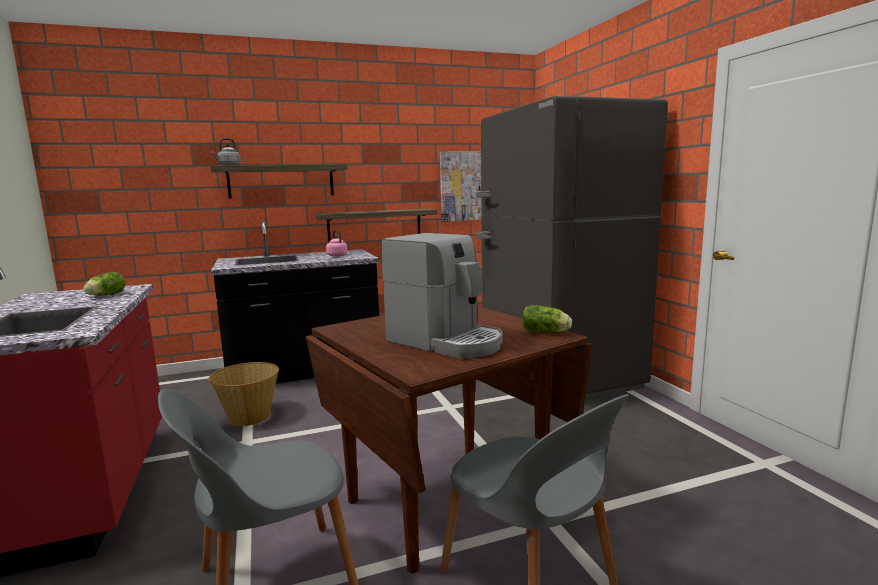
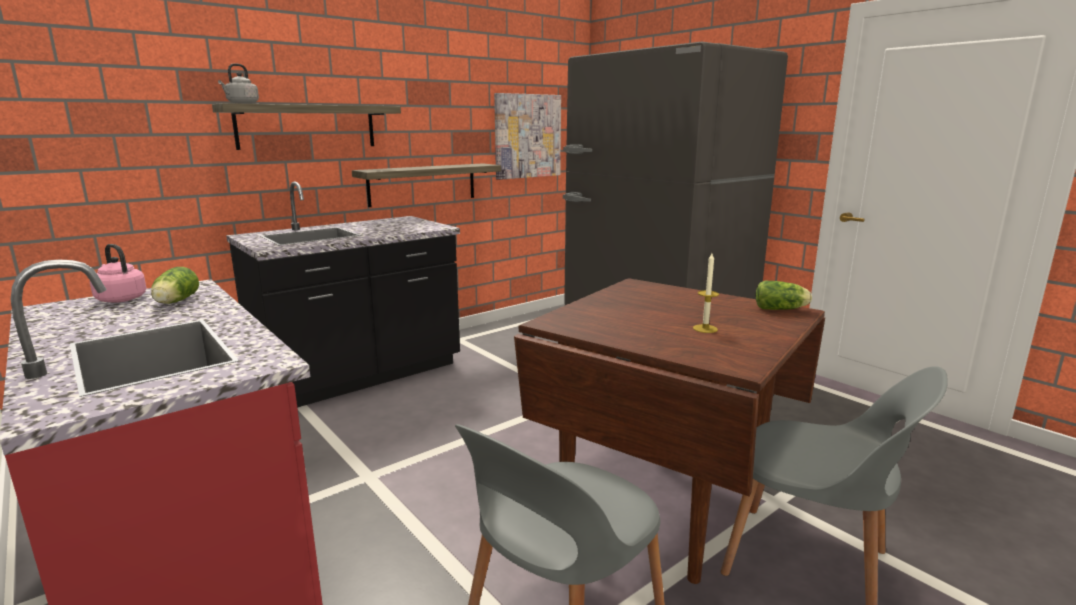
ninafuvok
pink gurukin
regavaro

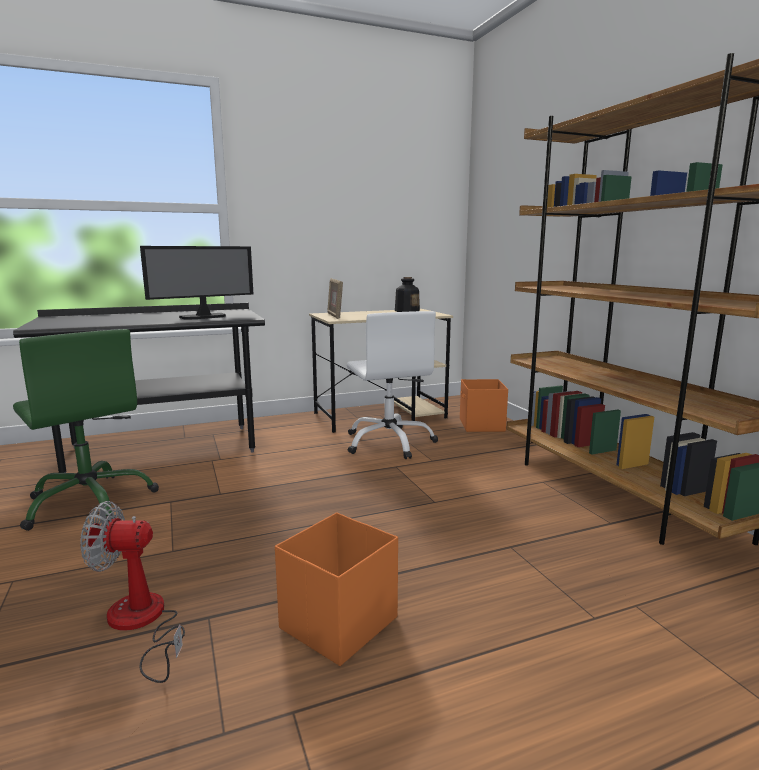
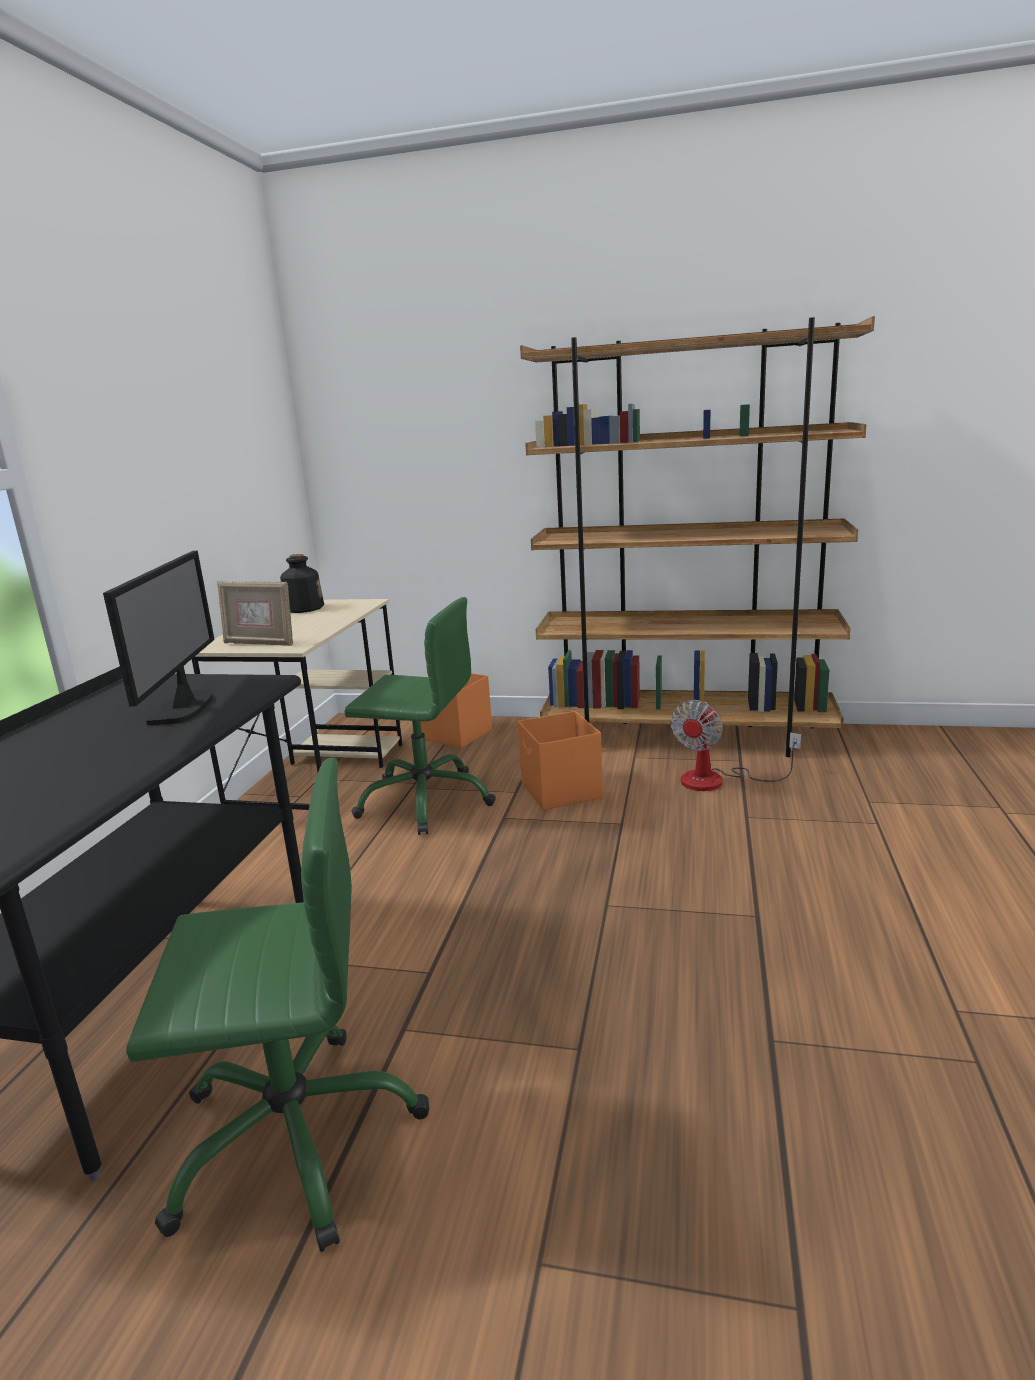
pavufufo
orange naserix (no. 2 from left)
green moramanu (no. 2 from left)

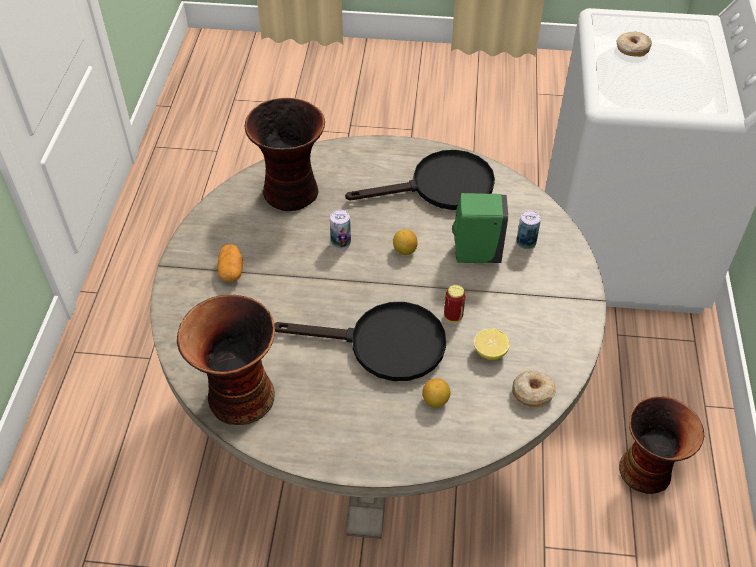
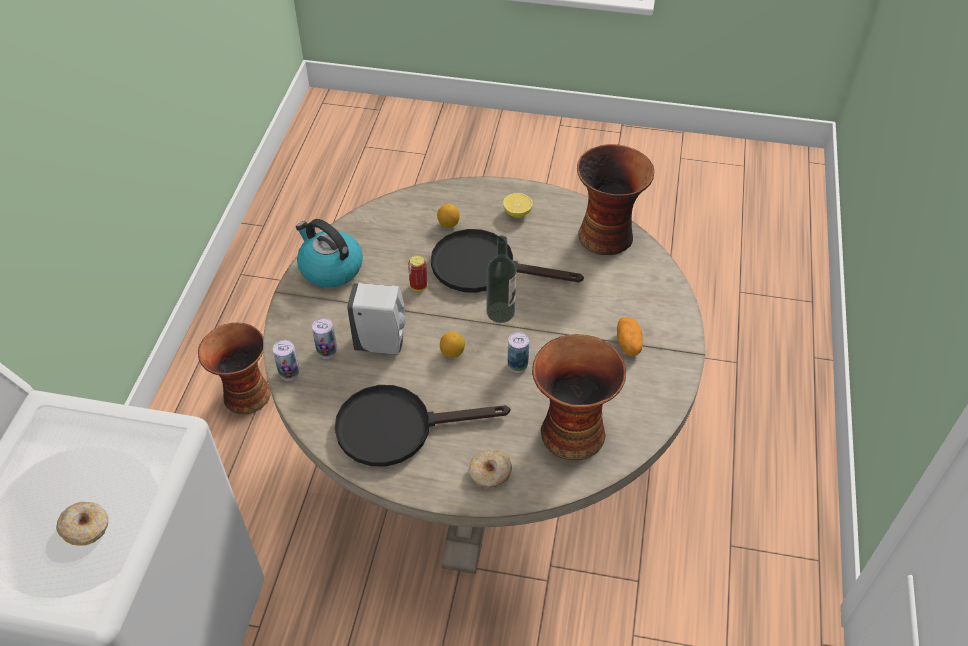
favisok (no. 1 from left)
gurukin
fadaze
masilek (no. 3 from left)
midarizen (no. 2 from left)
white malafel

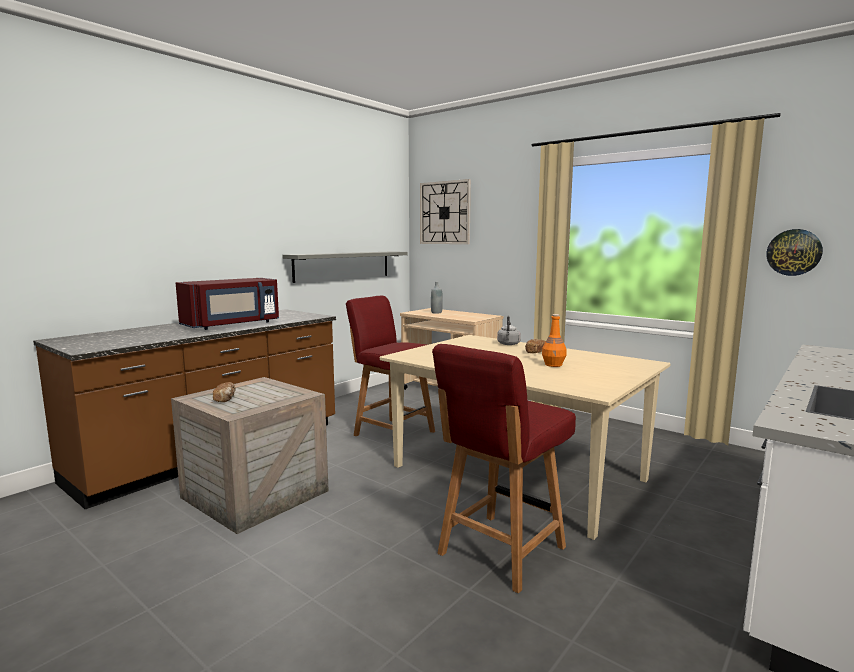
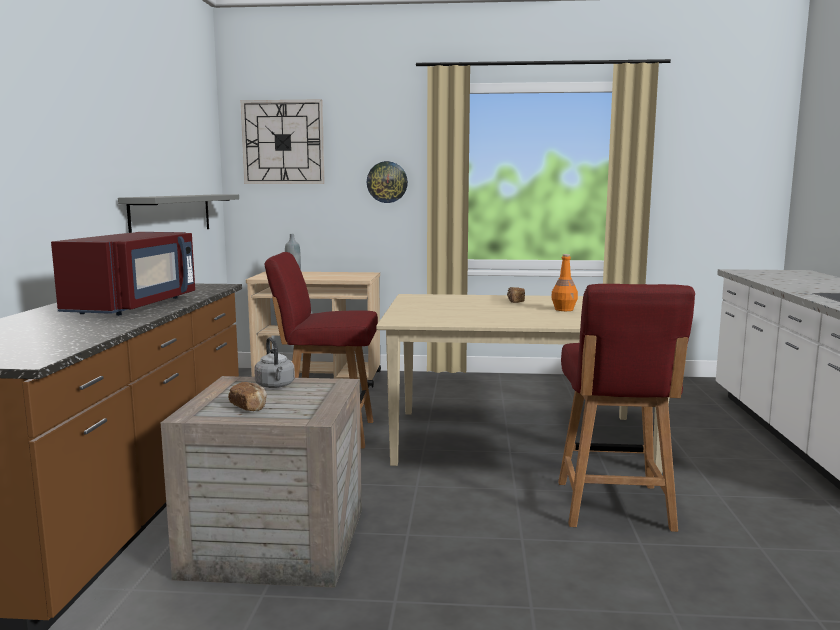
grey gurukin
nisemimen (no. 2 from left)

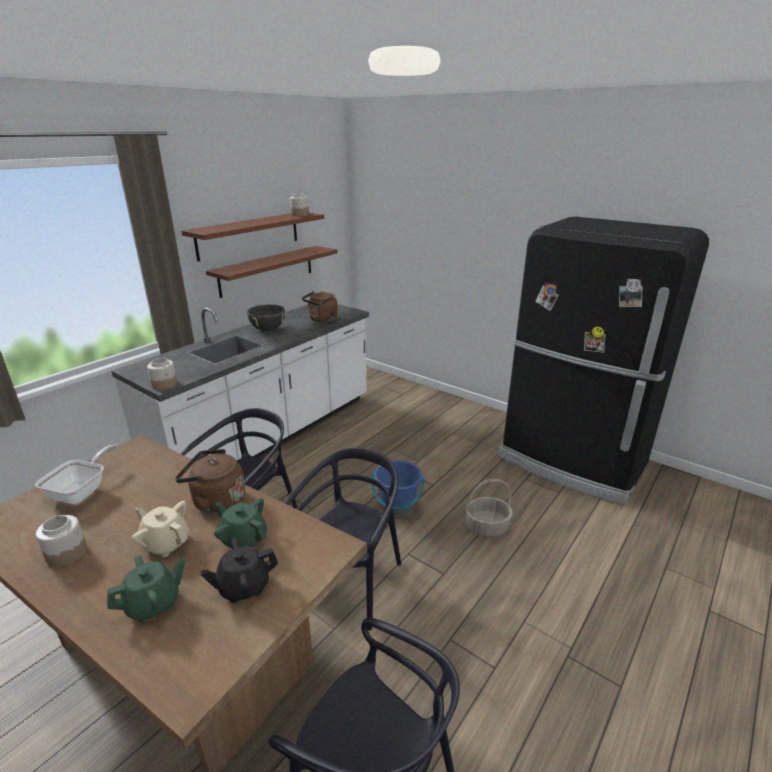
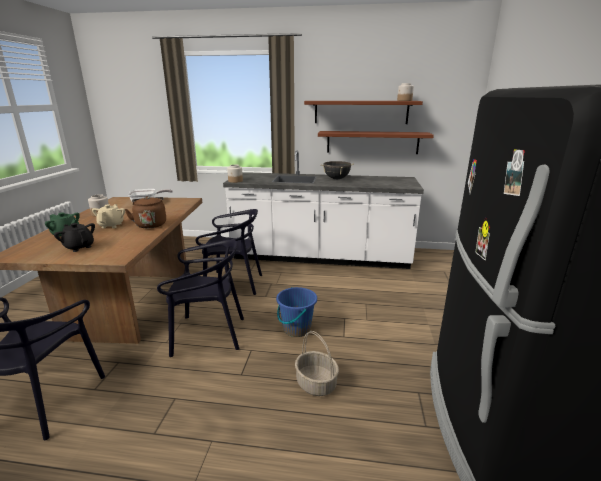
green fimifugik (no. 2 from left in the first image)
brown gurukin (no. 2 from left in the first image)

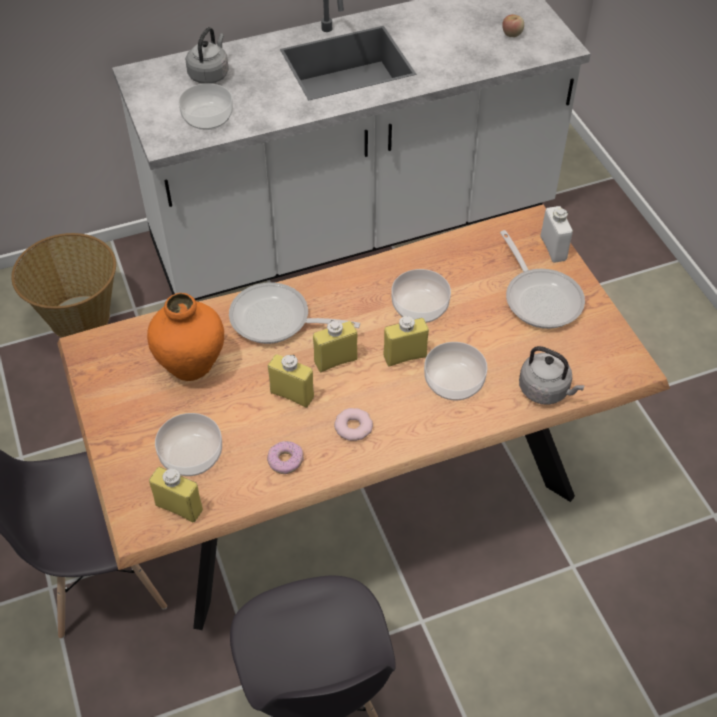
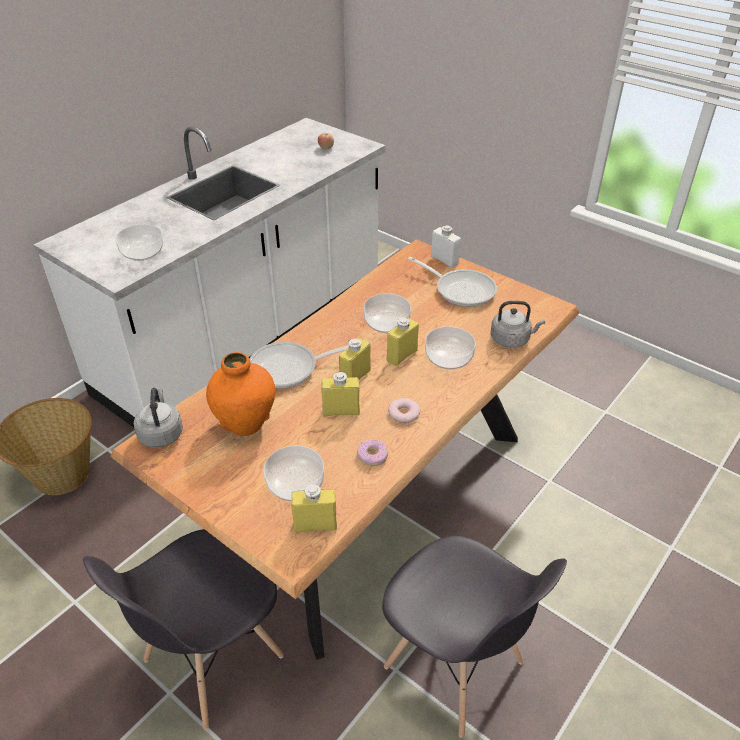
grey gurukin (no. 1 from left)

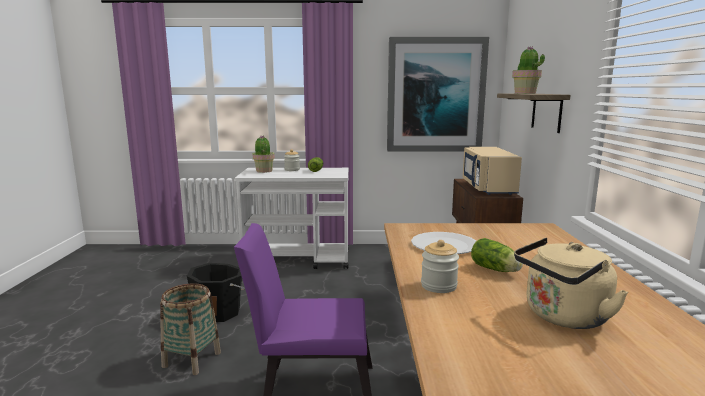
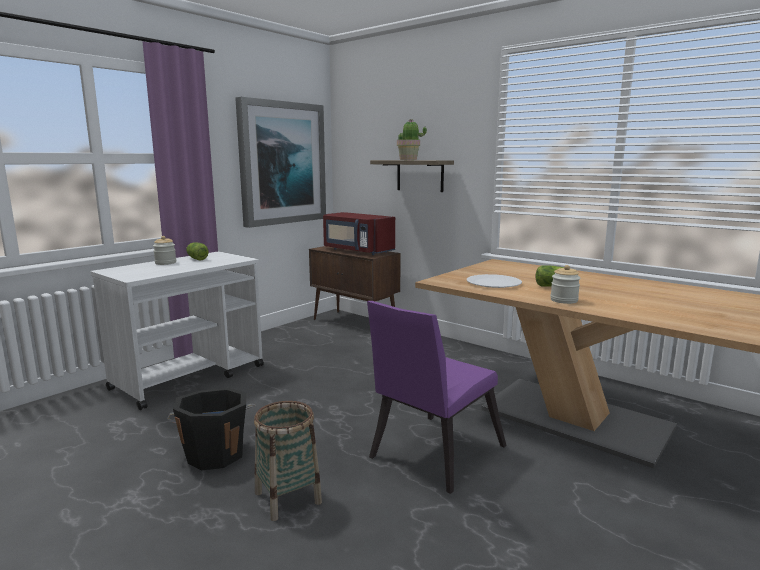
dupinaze (no. 1 from left in the first image)
beige gurukin
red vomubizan

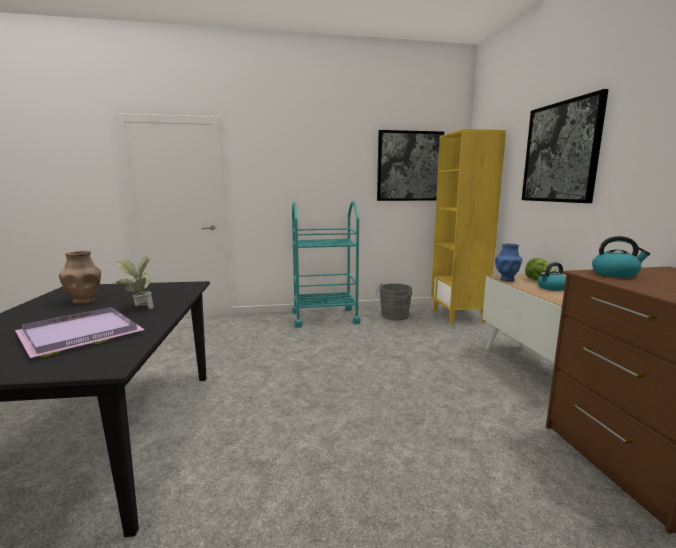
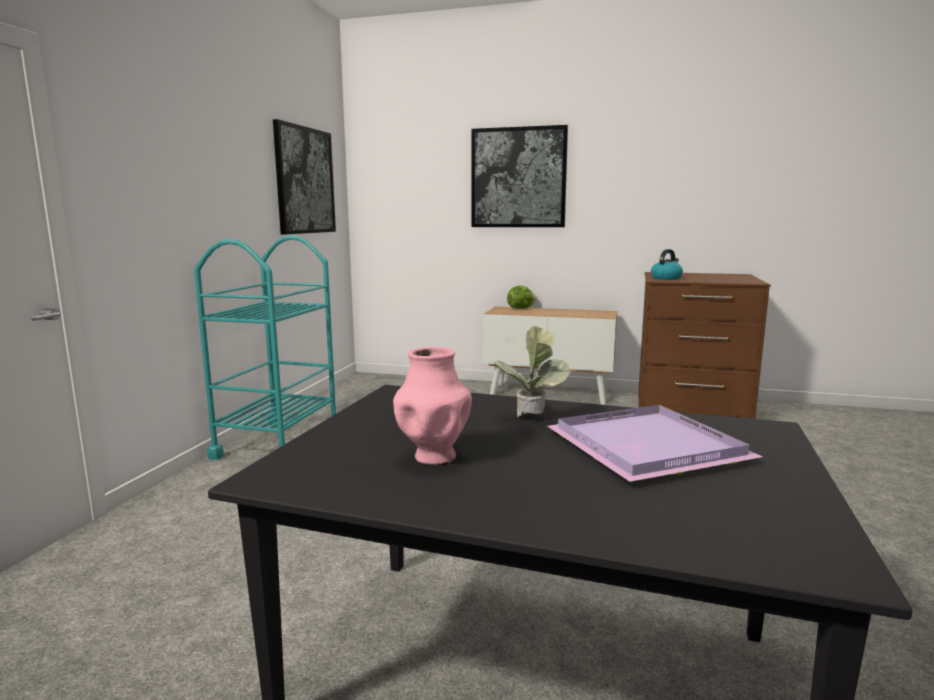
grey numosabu
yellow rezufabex
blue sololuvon
gurukin (no. 1 from left in the first image)
pink sololuvon

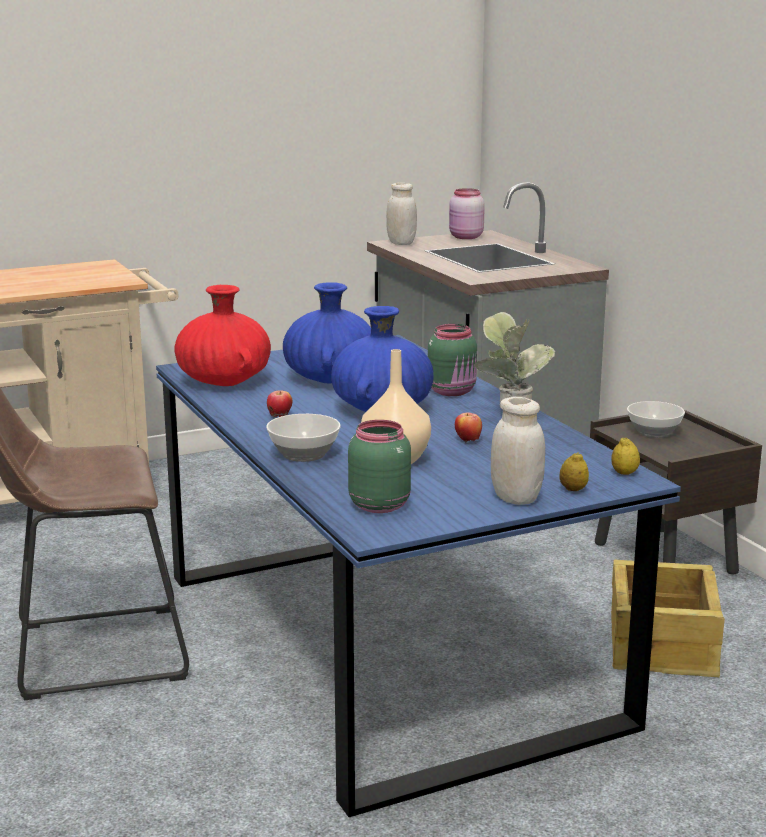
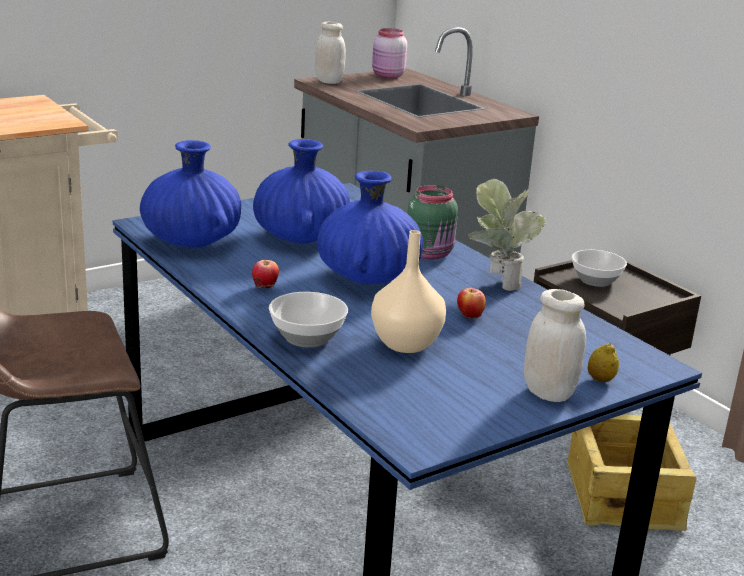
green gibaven (no. 1 from left in the first image)
masilek (no. 2 from left in the first image)
blue sololuvon (no. 1 from left)

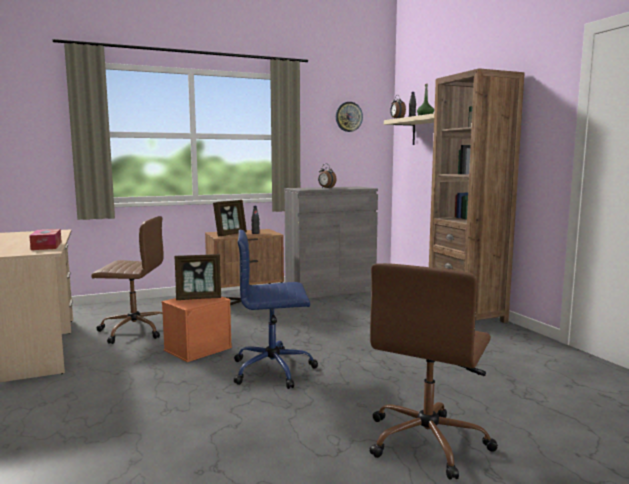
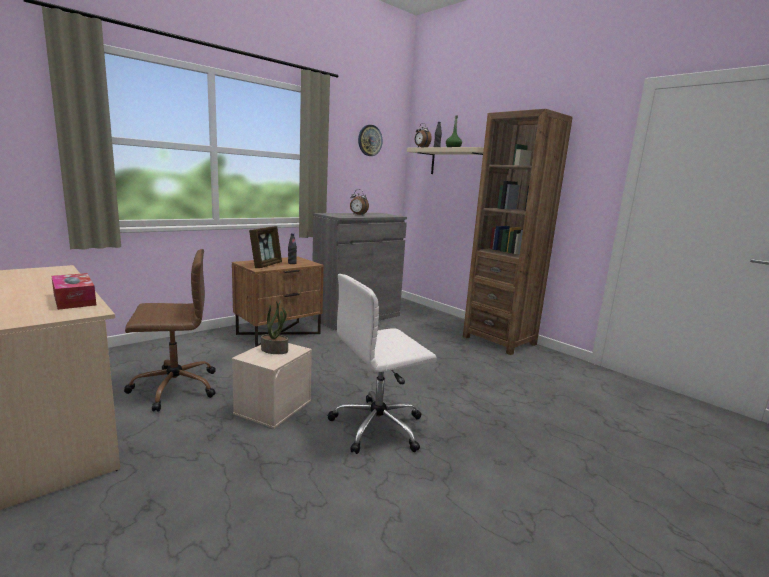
brown moramanu (no. 2 from left in the first image)
dupinaze
beige naserix
white moramanu

